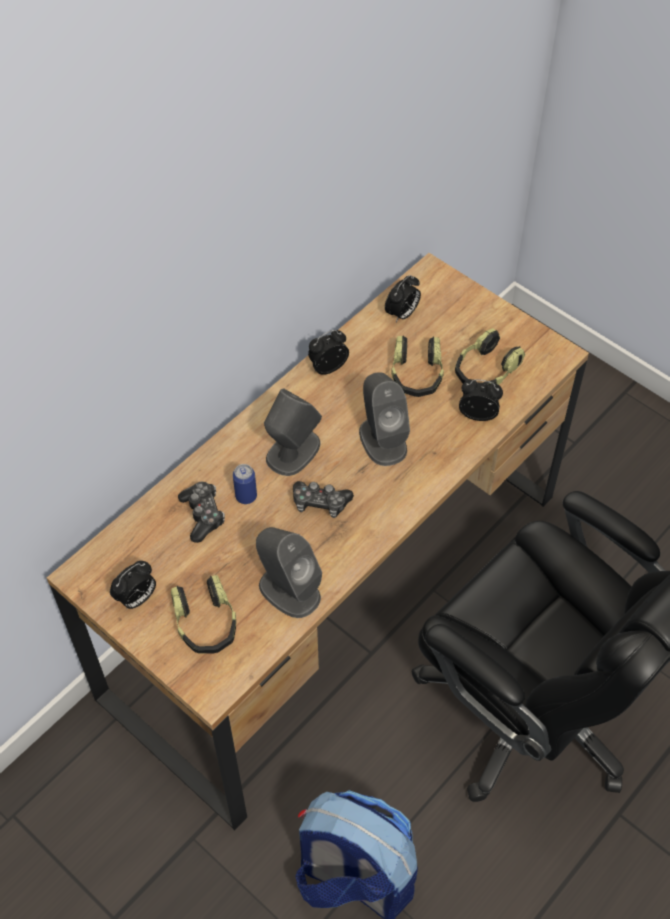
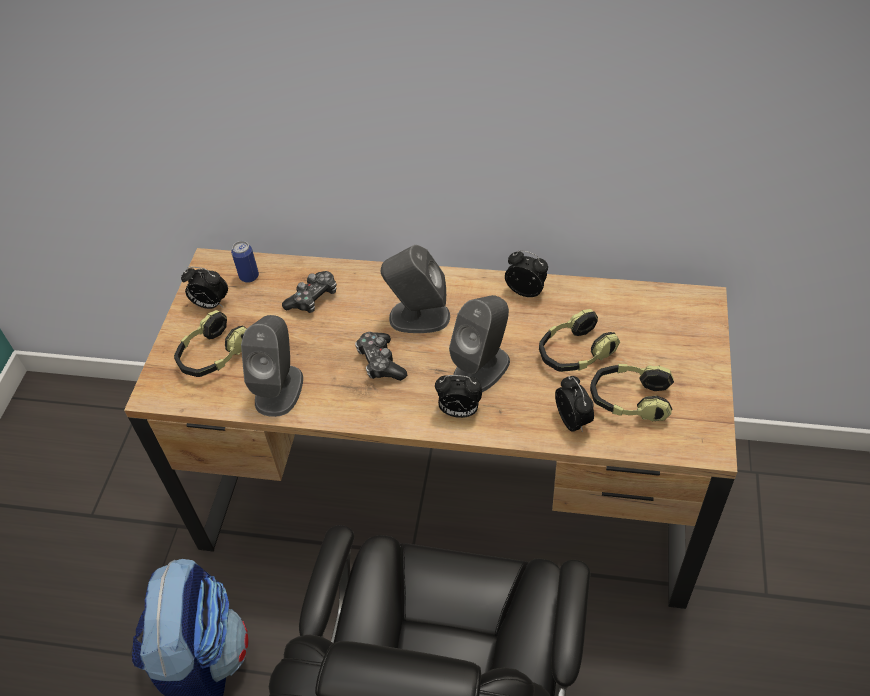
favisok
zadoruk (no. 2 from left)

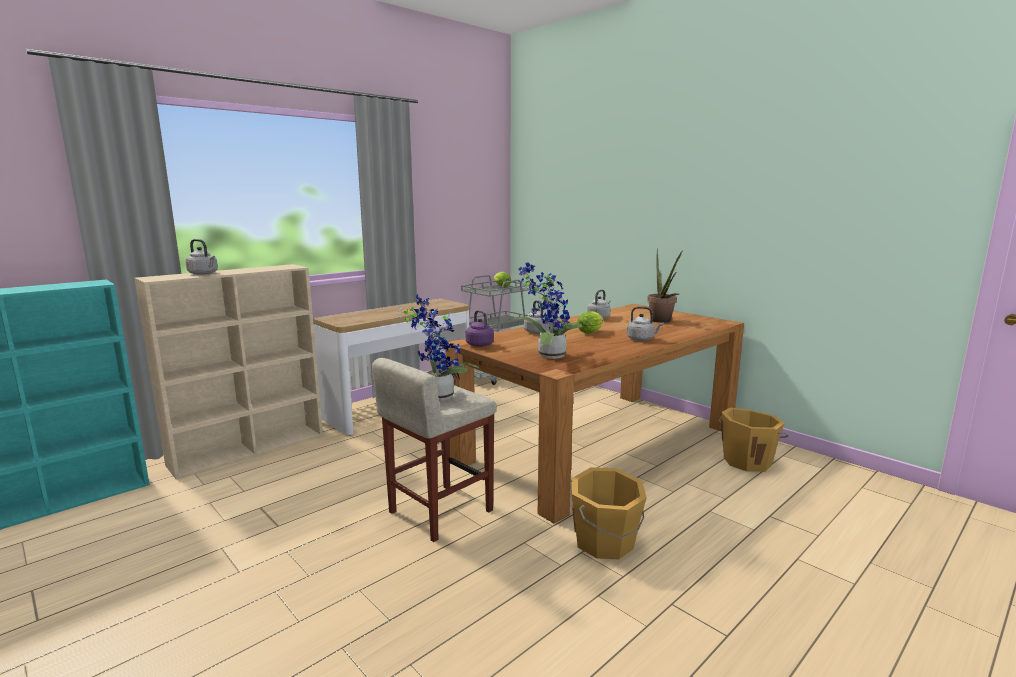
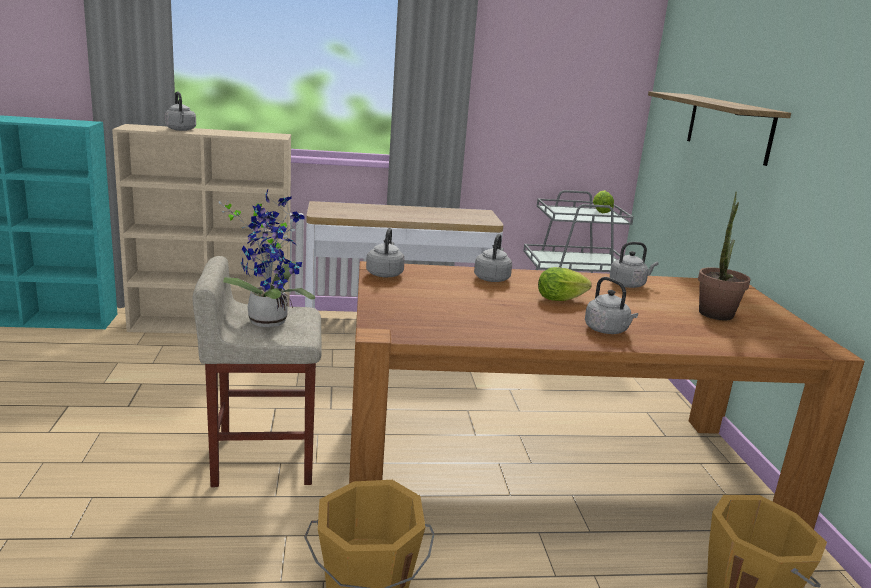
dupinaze (no. 2 from left in the first image)
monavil
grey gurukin (no. 2 from left)

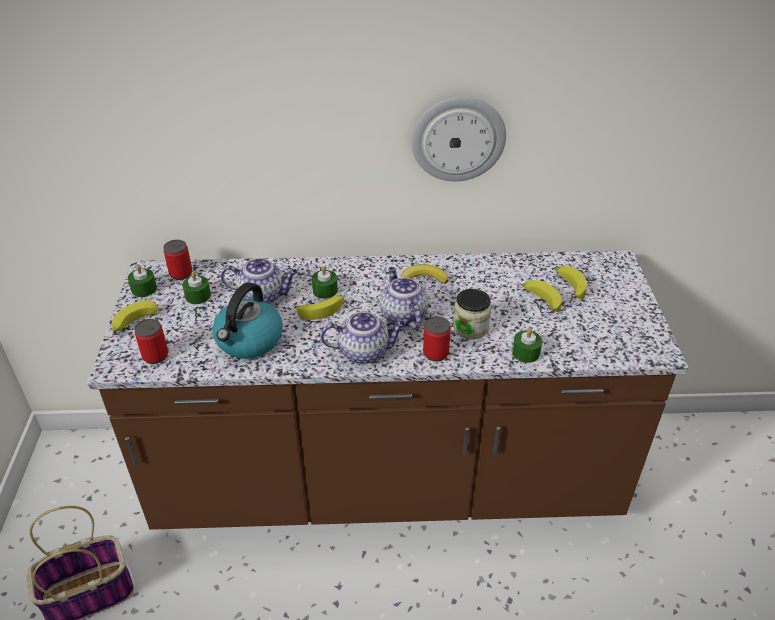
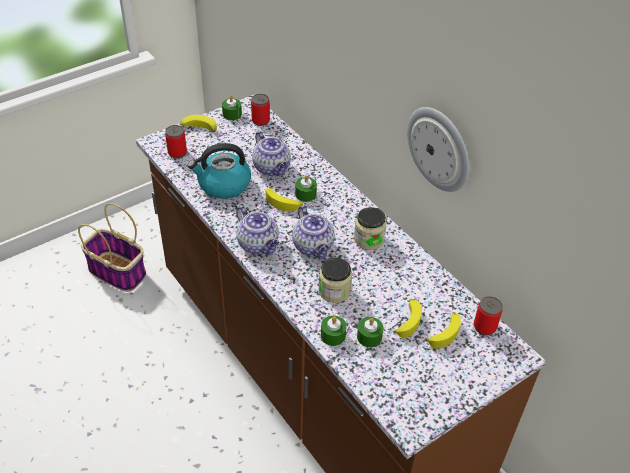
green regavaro (no. 4 from left)
favisok (no. 3 from left)
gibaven (no. 2 from left)
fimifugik (no. 3 from left)

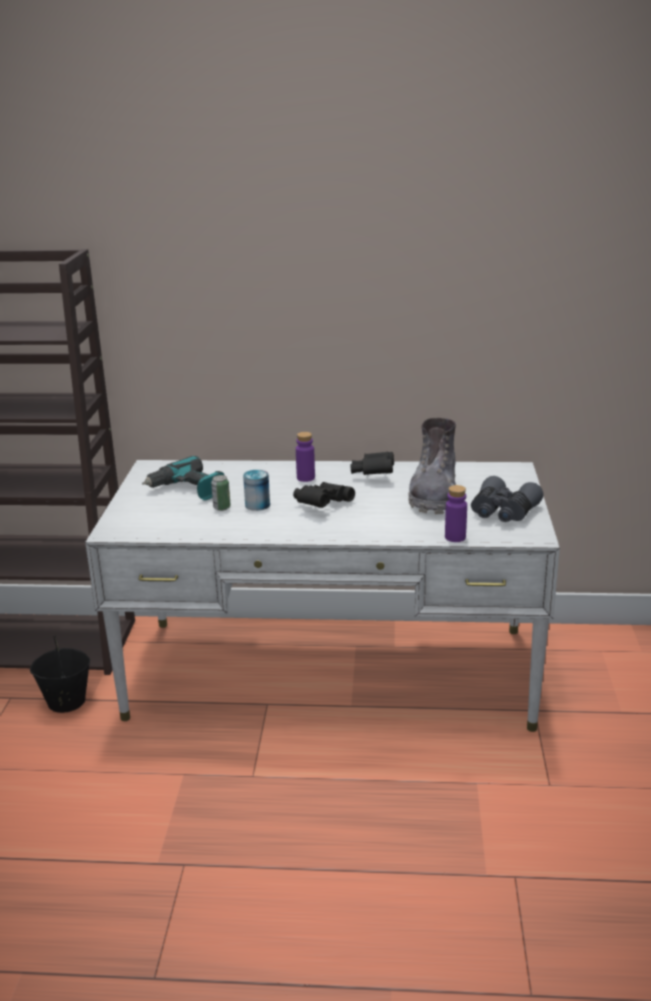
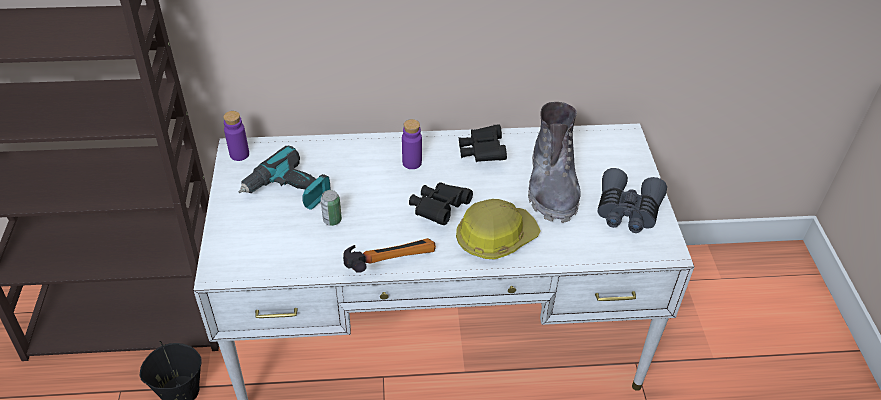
favisok (no. 2 from left in the first image)
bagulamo
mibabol
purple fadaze (no. 1 from left)

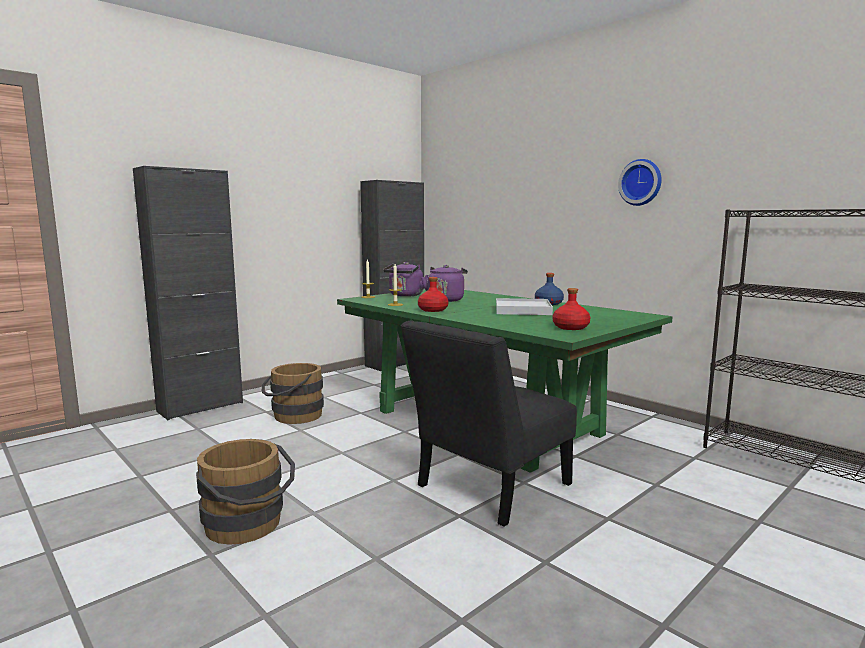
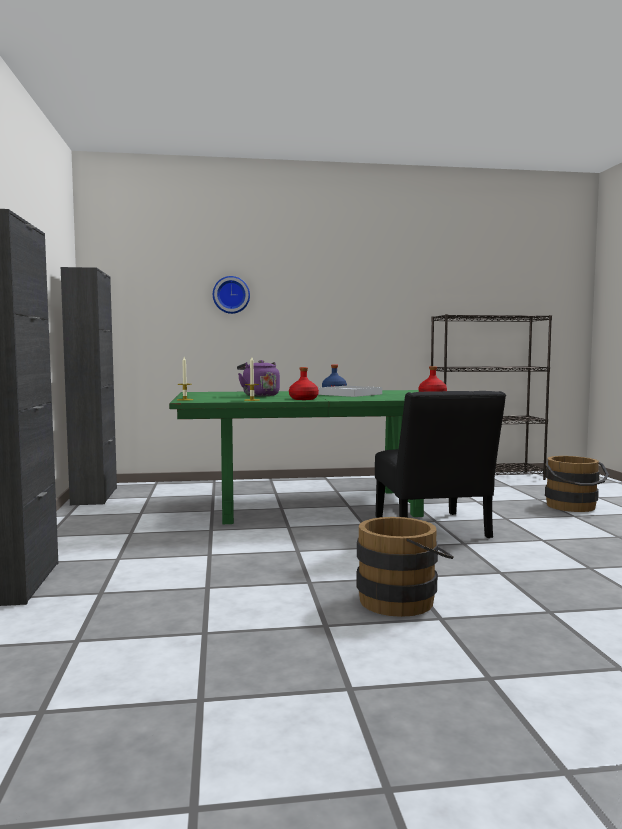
purple gurukin (no. 1 from left in the first image)
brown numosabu (no. 2 from left)
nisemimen

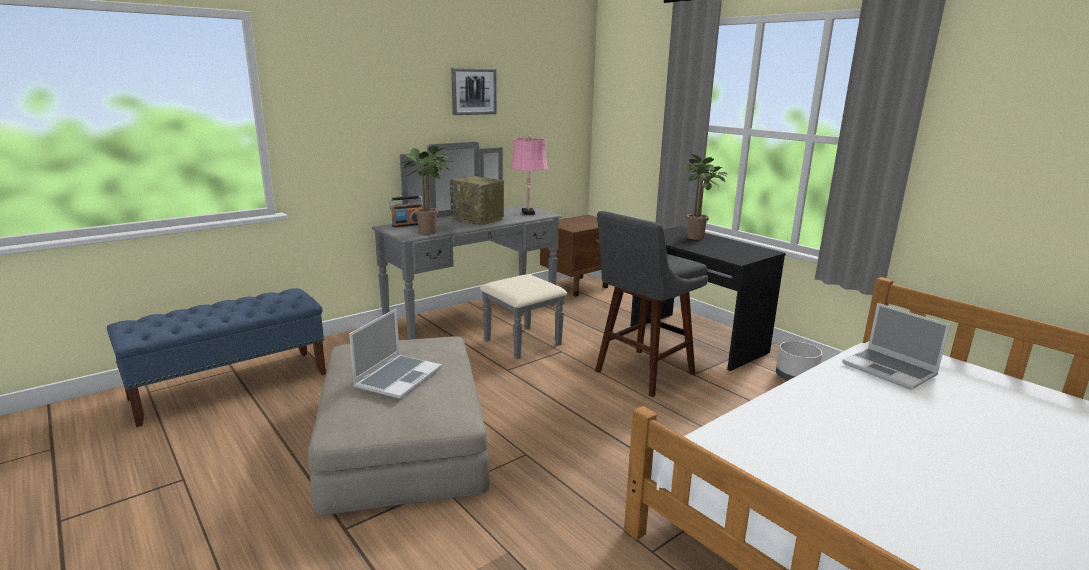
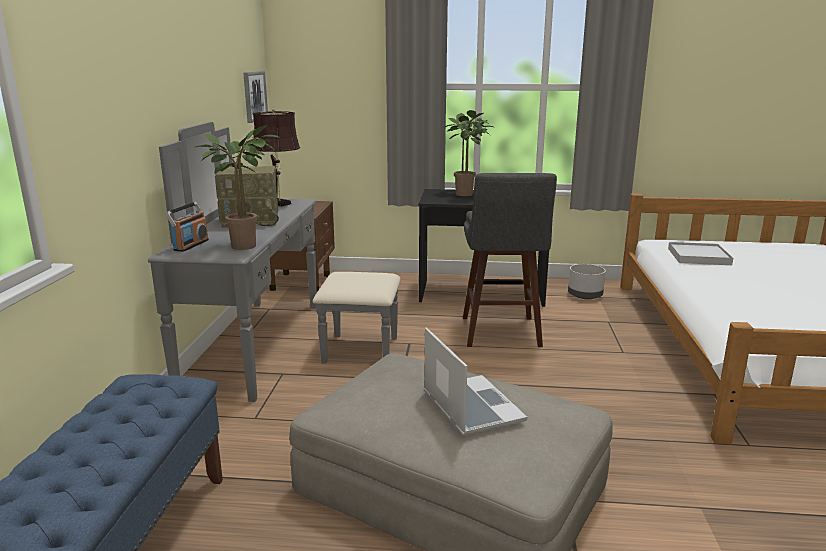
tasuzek
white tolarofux
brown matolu

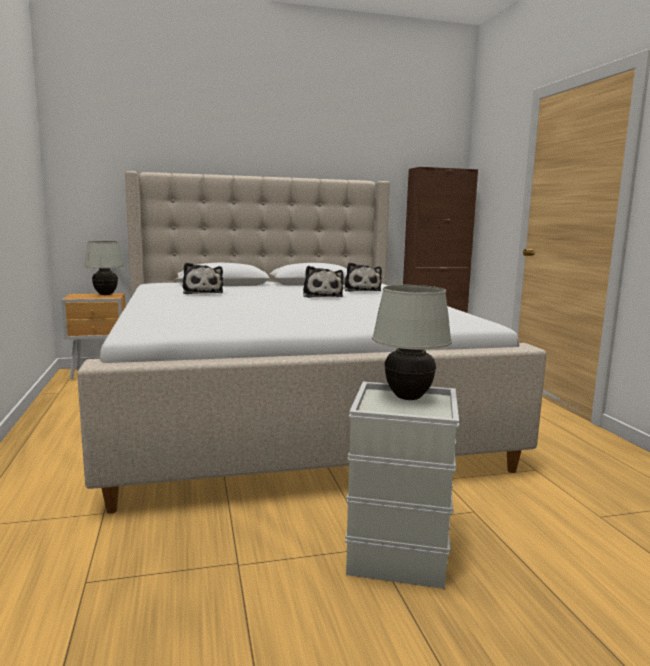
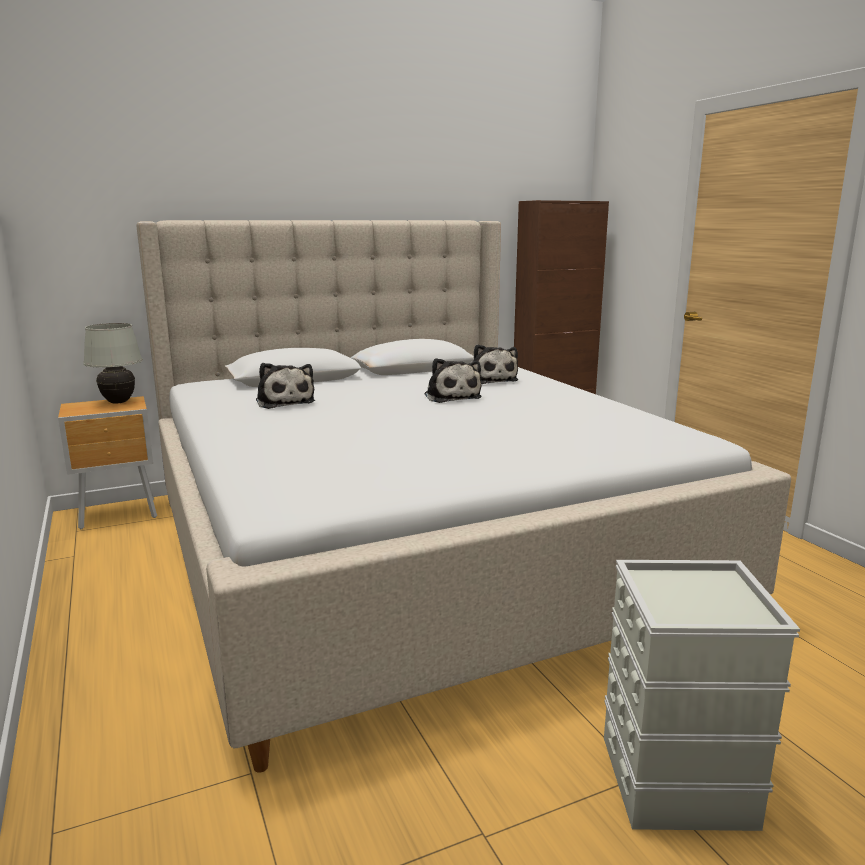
white matolu (no. 2 from left in the first image)

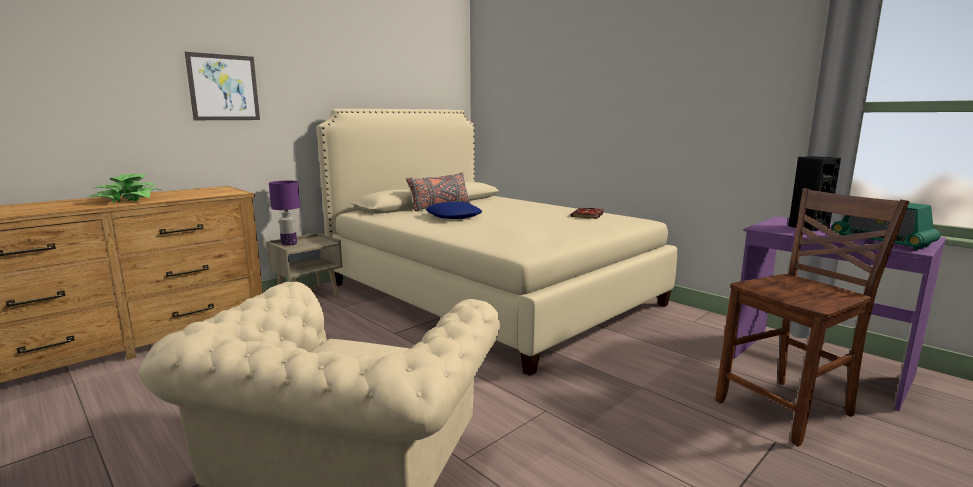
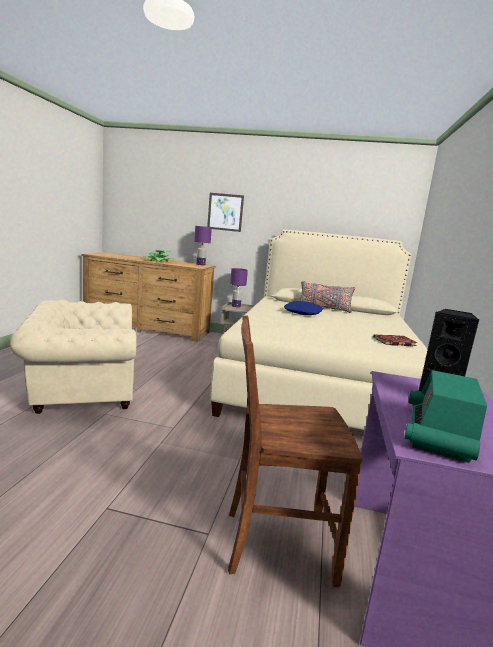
purple matolu (no. 1 from left)
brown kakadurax

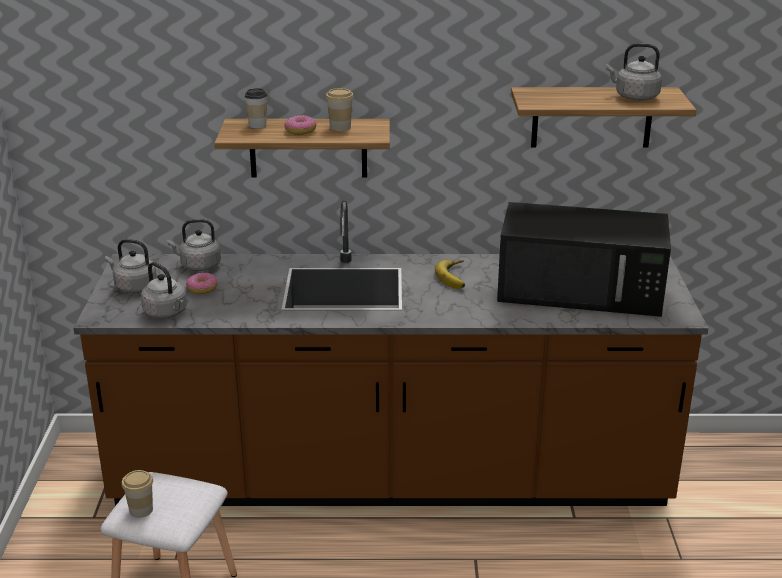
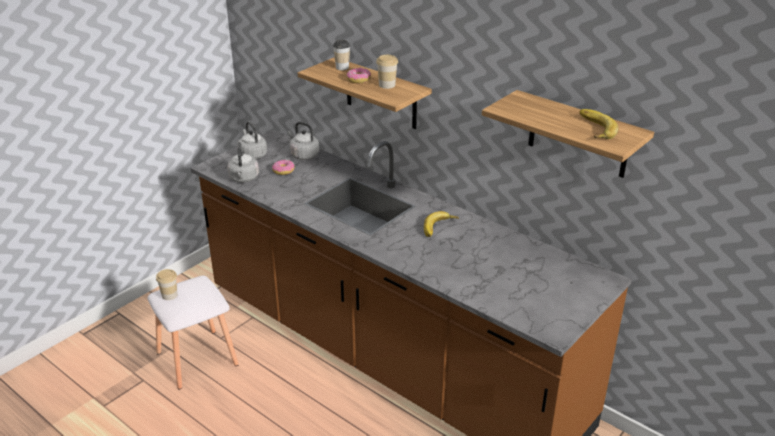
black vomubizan
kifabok (no. 2 from left)

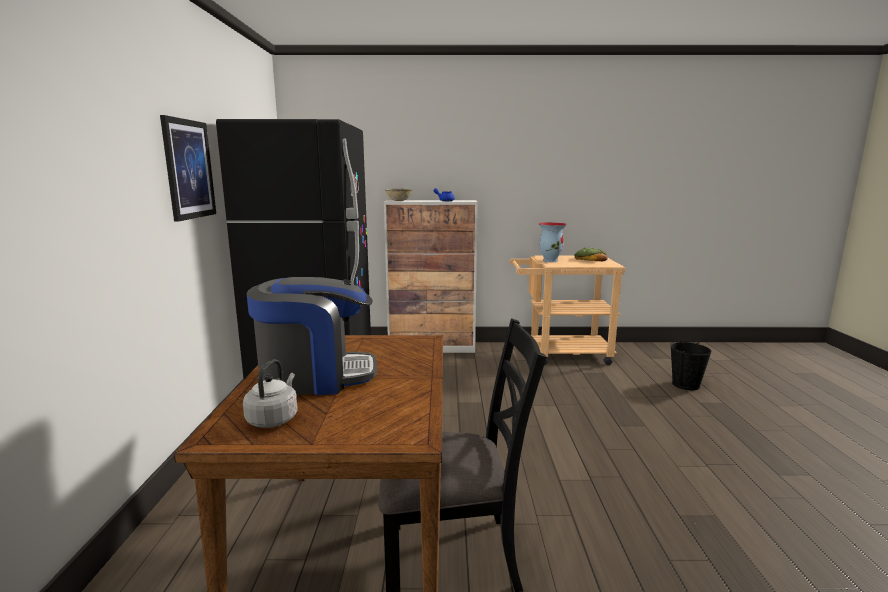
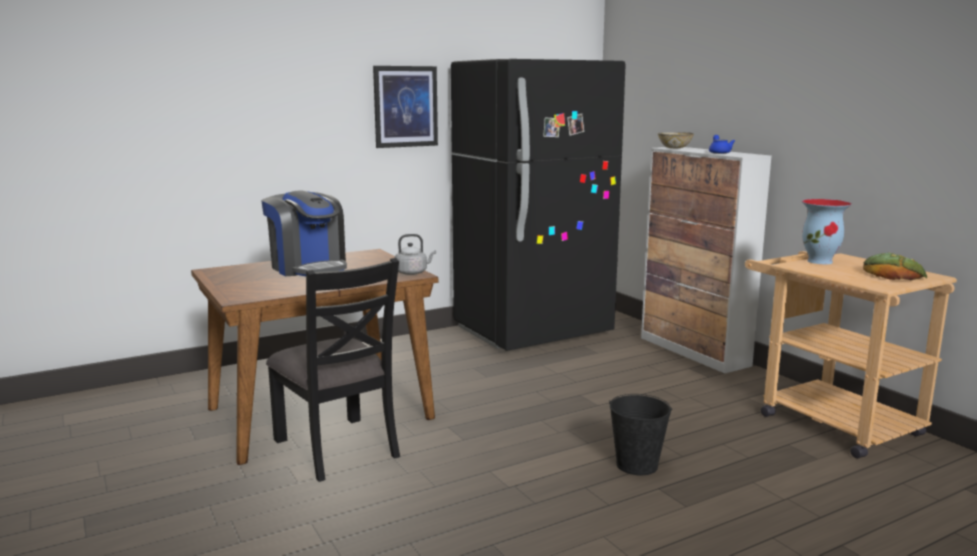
grey gurukin
black numosabu

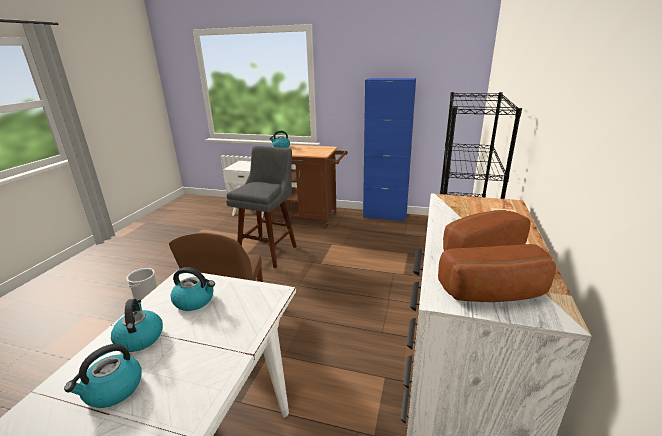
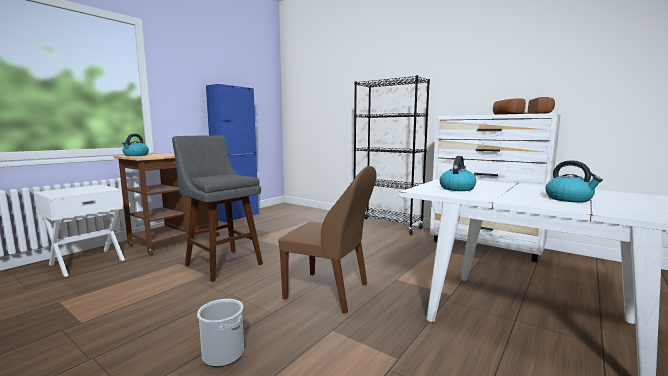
gurukin (no. 2 from left in the first image)

